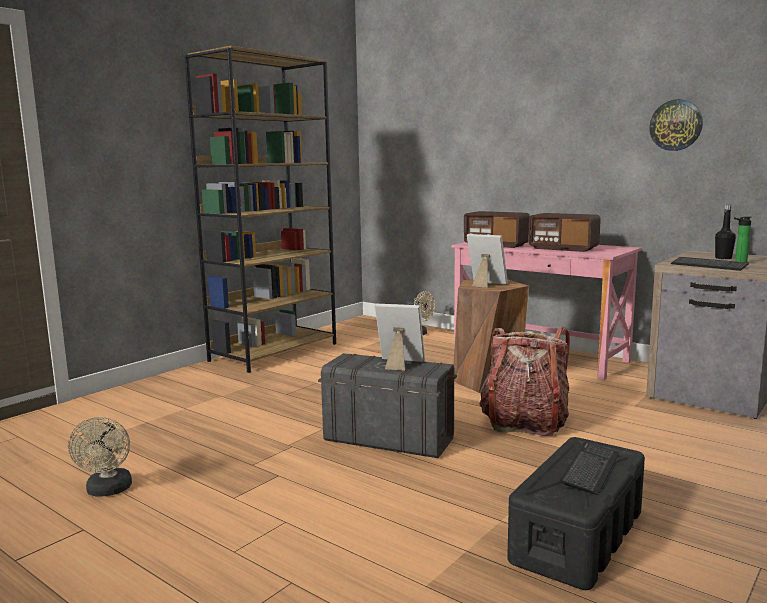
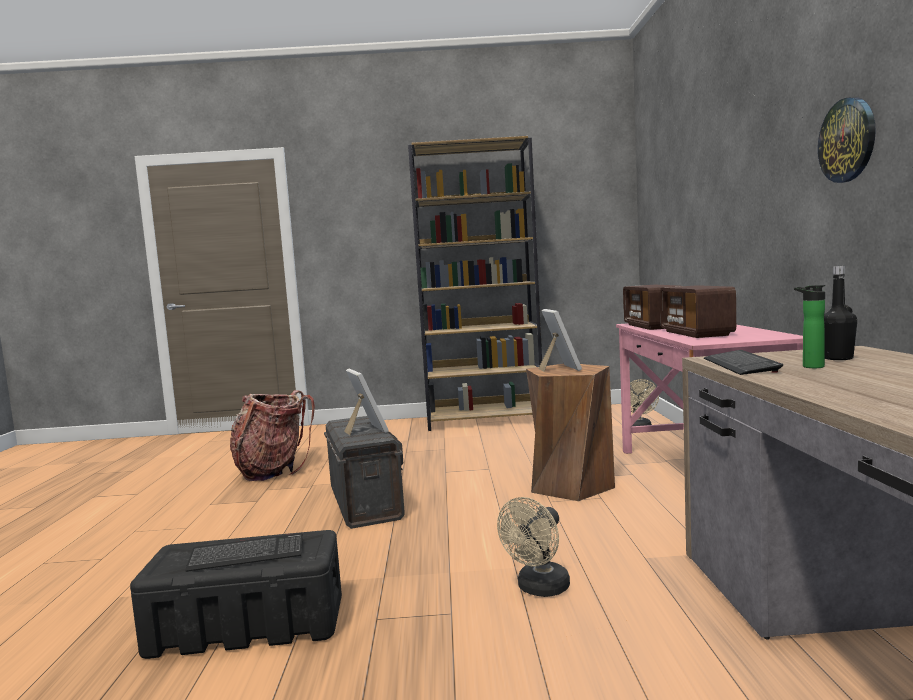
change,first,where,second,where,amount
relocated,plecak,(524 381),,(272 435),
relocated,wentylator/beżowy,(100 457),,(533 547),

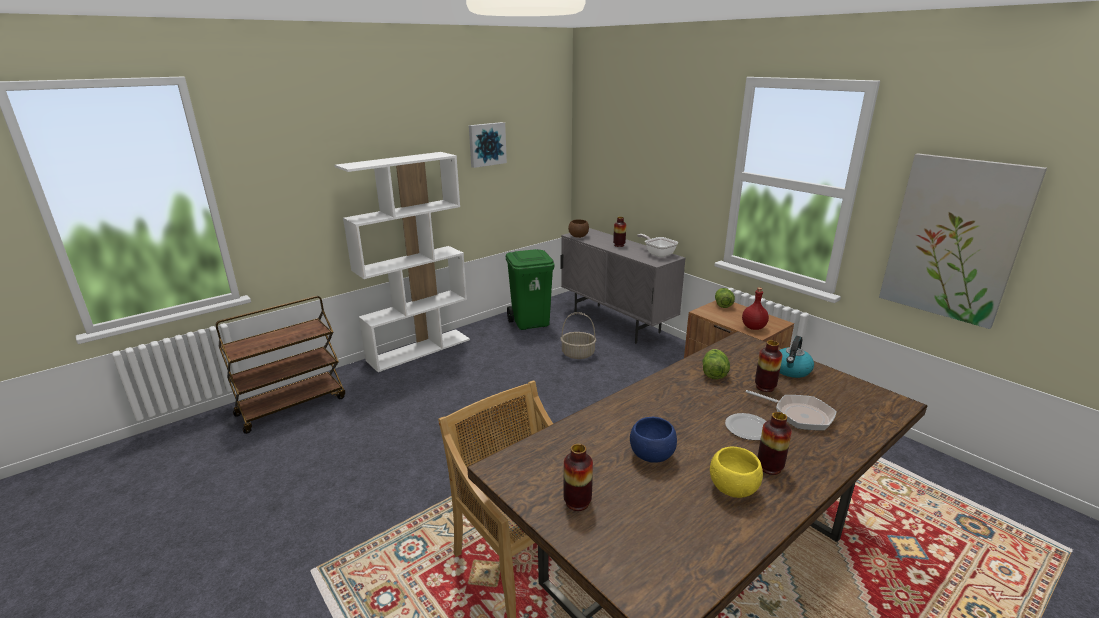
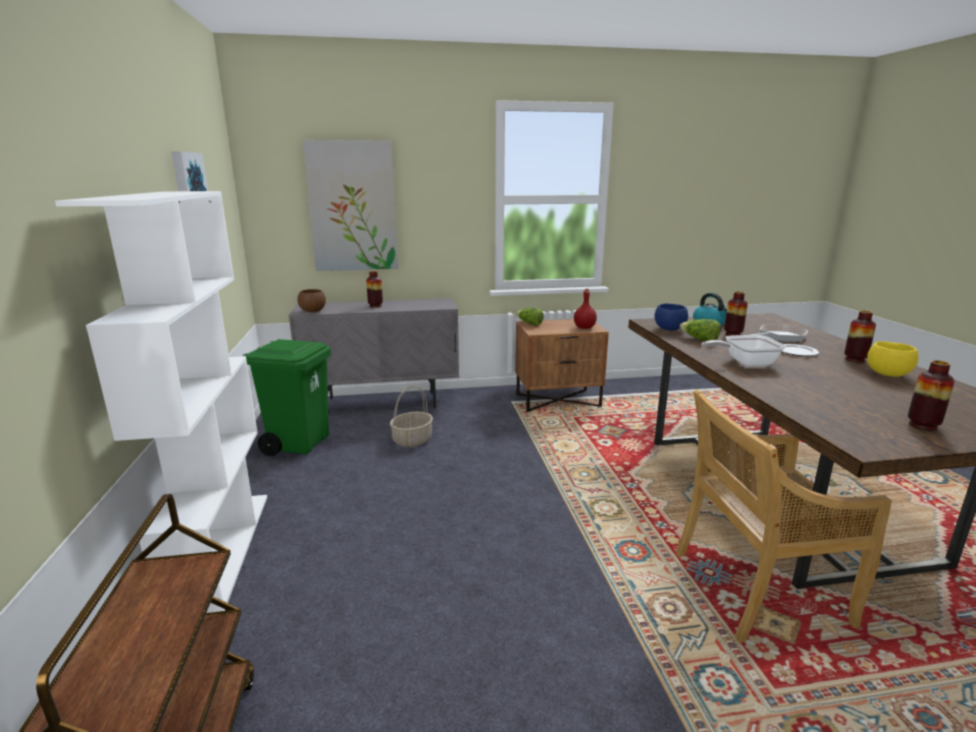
change,first,where,second,where,amount
relocated,obraz,(963 241),,(350 205),
relocated,miska/niebieski,(653 440),,(671 317),
relocated,patelnia,(658 245),,(743 351),

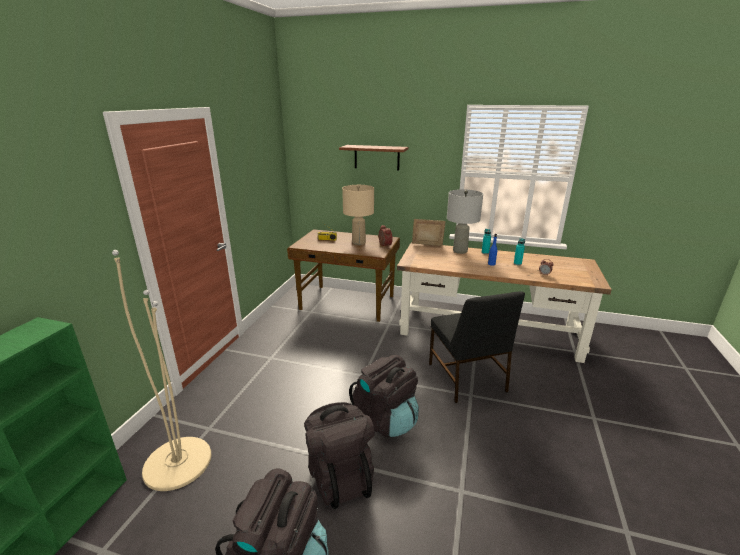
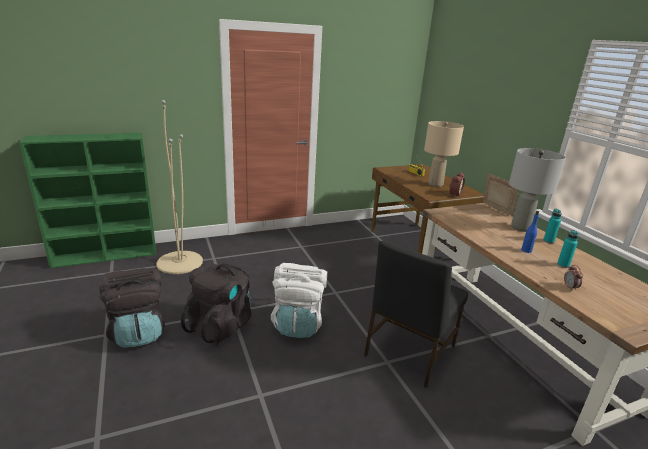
change,first,where,second,where,amount
colour,plecak/czarny,(384 396),plecak/biały,(299 300),
missing,półka/brązowy,(373 157),,,

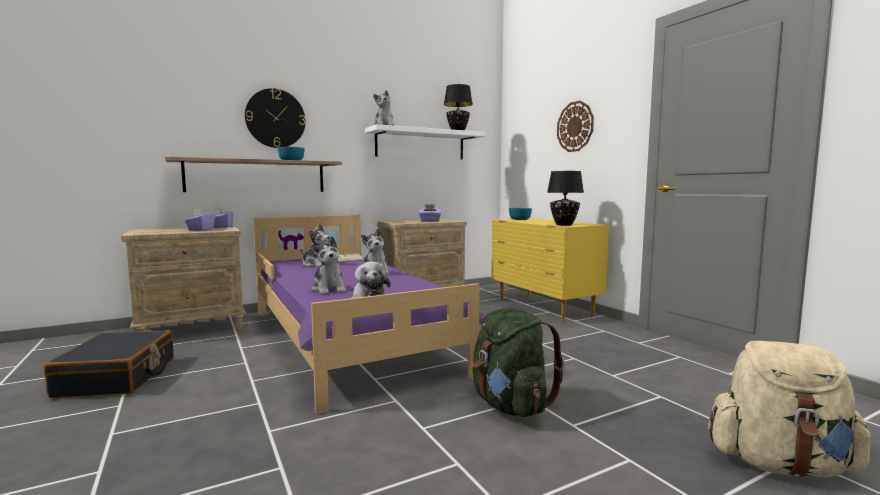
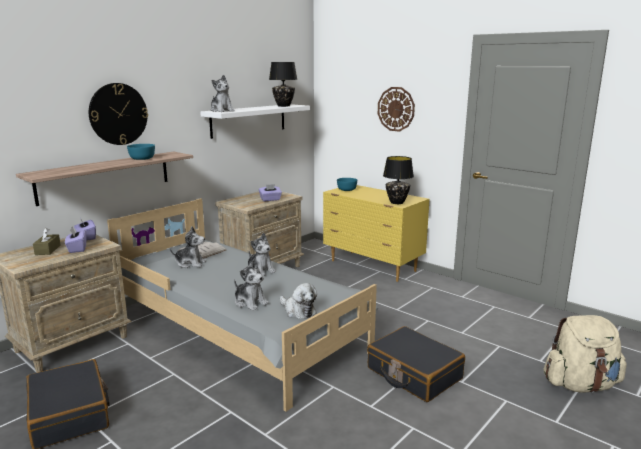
change,first,where,second,where,amount
appeared,,,pudełko chusteczek/brązowy,(47 241),
colour,łóżko/fioletowy,(369 314),łóżko/szary,(242 305),
exchanged,plecak/zielony,(519 362),walizka/czarny,(416 364),

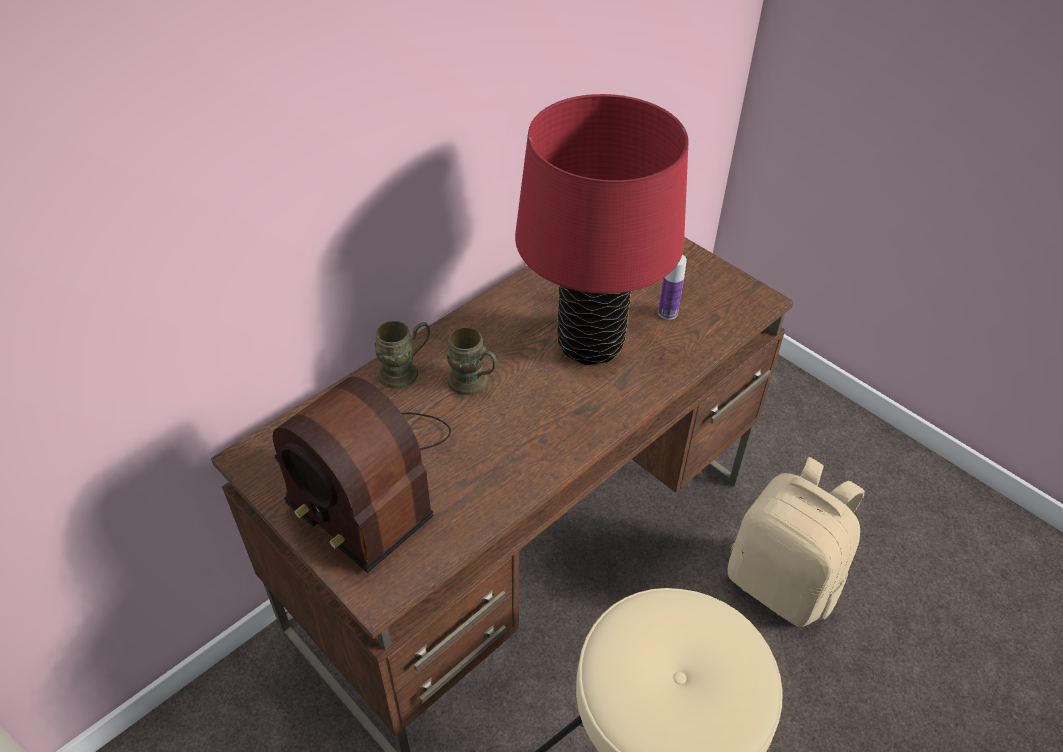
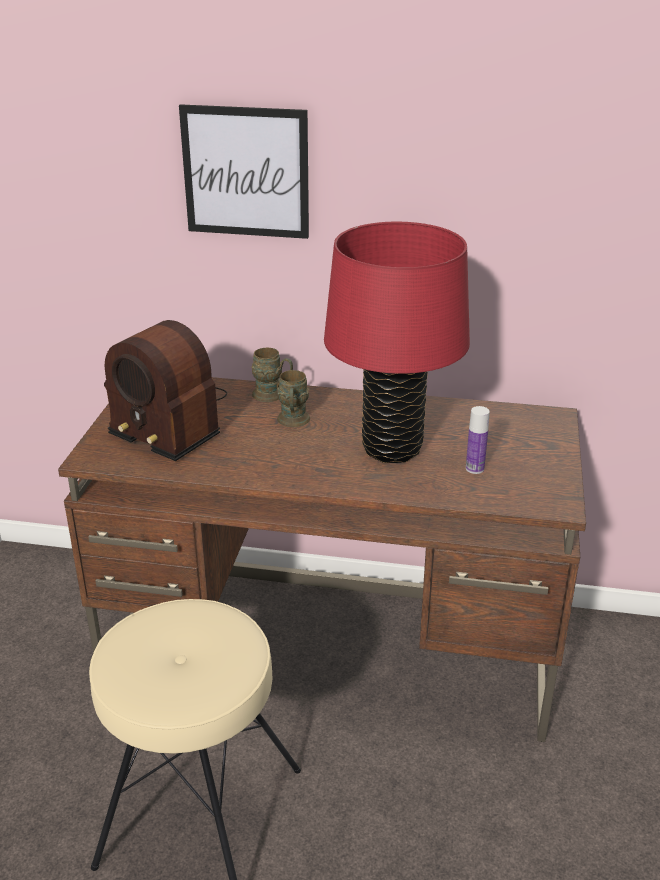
change,first,where,second,where,amount
spun,radio,(362 475),,(165 390),60 degrees counterclockwise
appeared,,,obraz,(244 171),
missing,plecak/beżowy,(796 542),,,

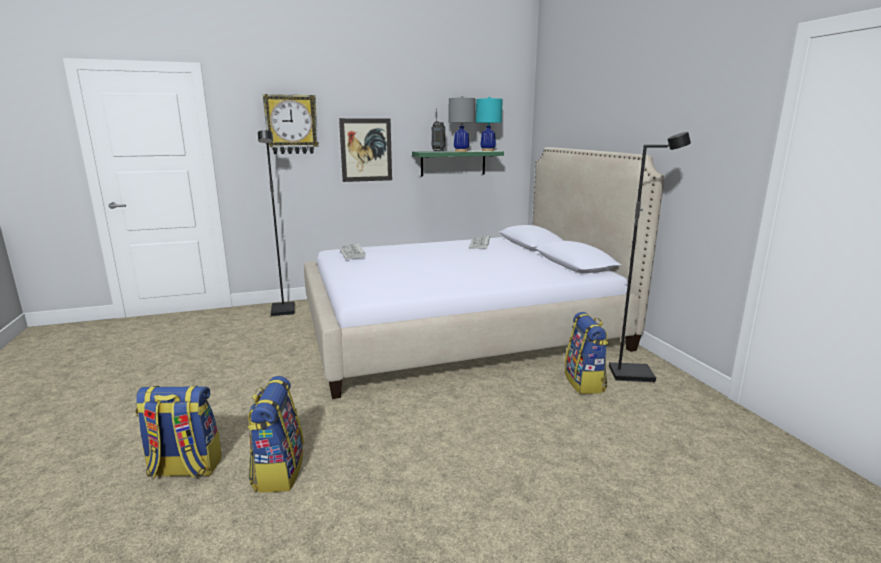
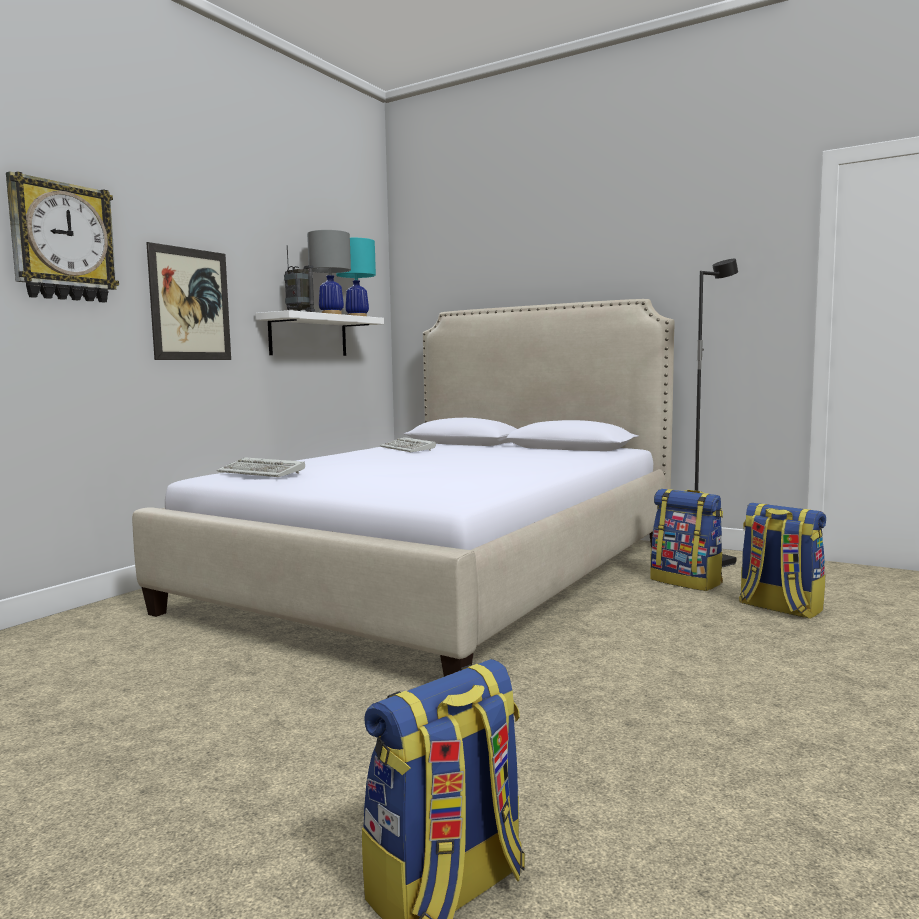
change,first,where,second,where,amount
colour,półka/zielony,(458 163),półka/biały,(320 333),
relocated,plecak,(276 434),,(782 561),
missing,lampa stojąca/czarny,(276 223),,,

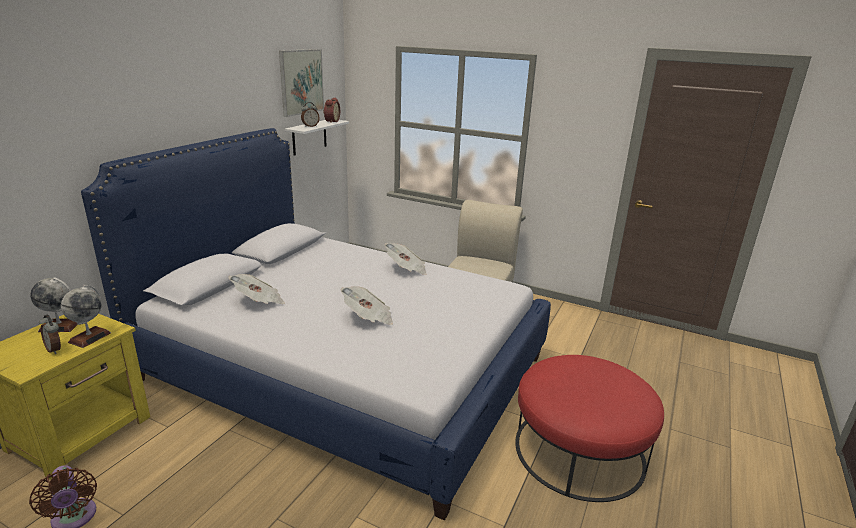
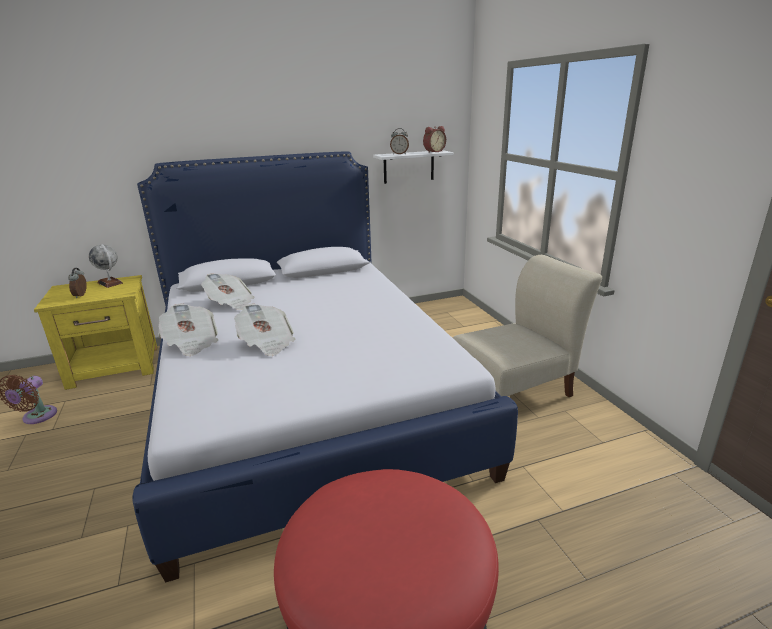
change,first,where,second,where,amount
relocated,gazeta,(406 259),,(188 329),
missing,globus,(86 316),,,
missing,obraz,(301 83),,,

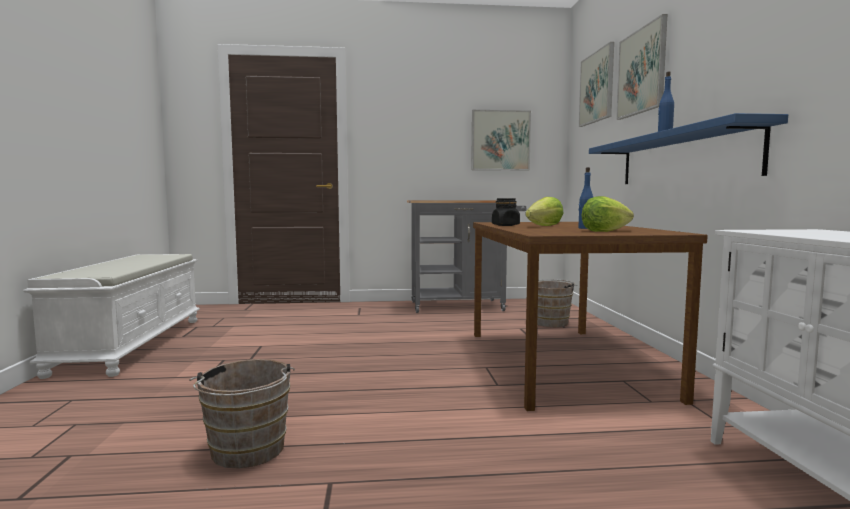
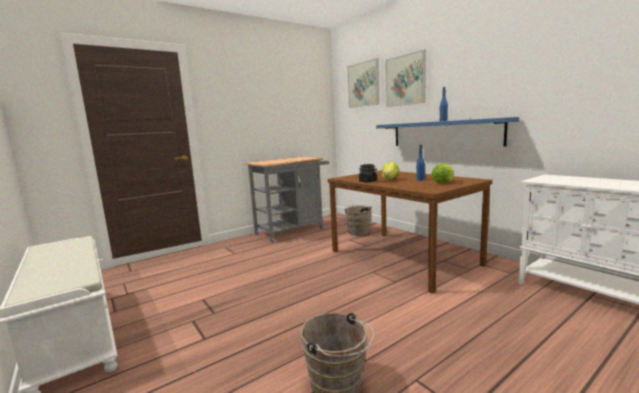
change,first,where,second,where,amount
missing,obraz,(501 140),,,

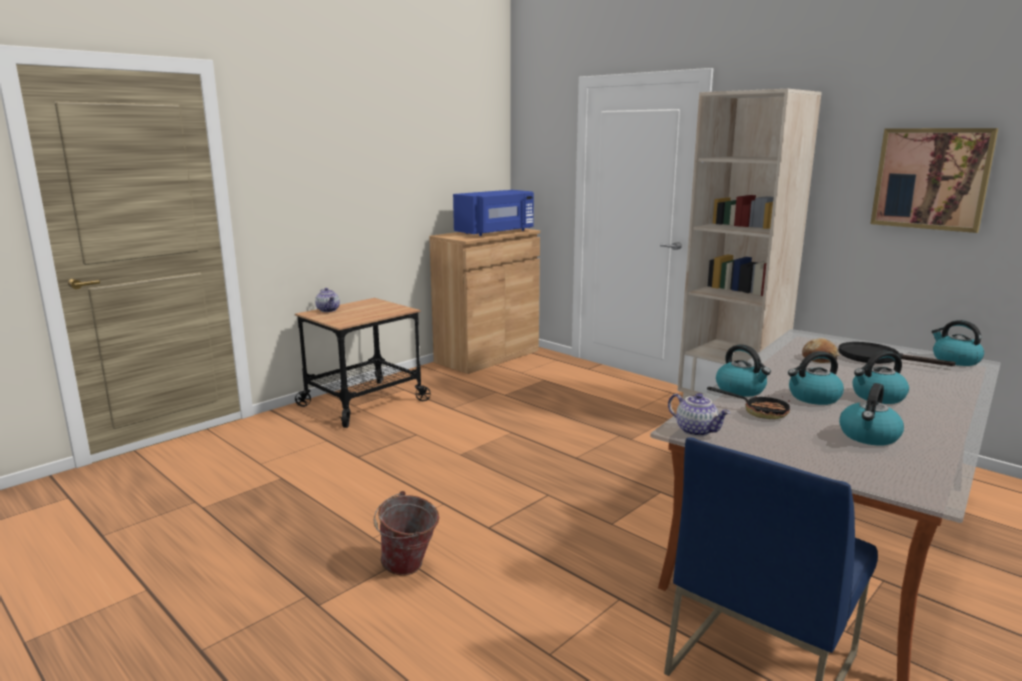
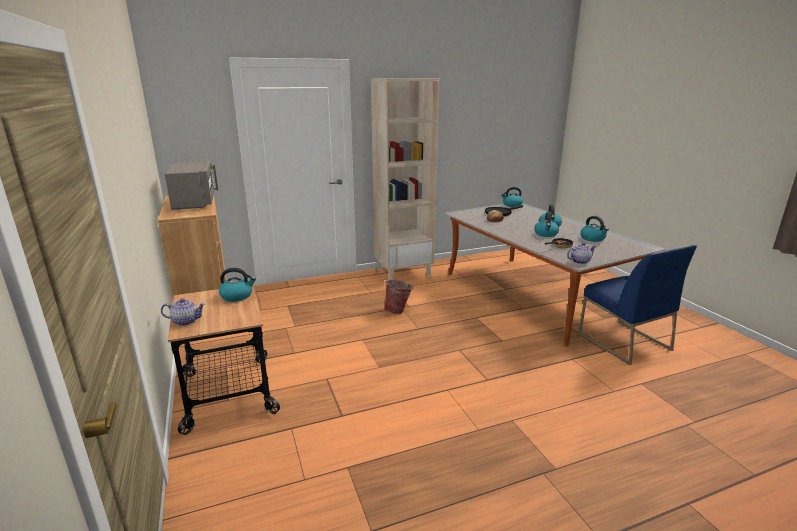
change,first,where,second,where,amount
colour,mikrofalówka/niebieski,(493 213),mikrofalówka/szary,(191 185),
relocated,czajnik,(743 370),,(237 285),
relocated,wiadro,(406 533),,(399 297),
missing,obraz,(934 180),,,

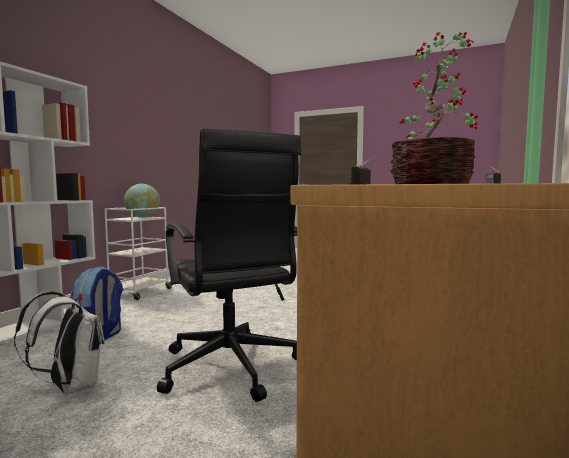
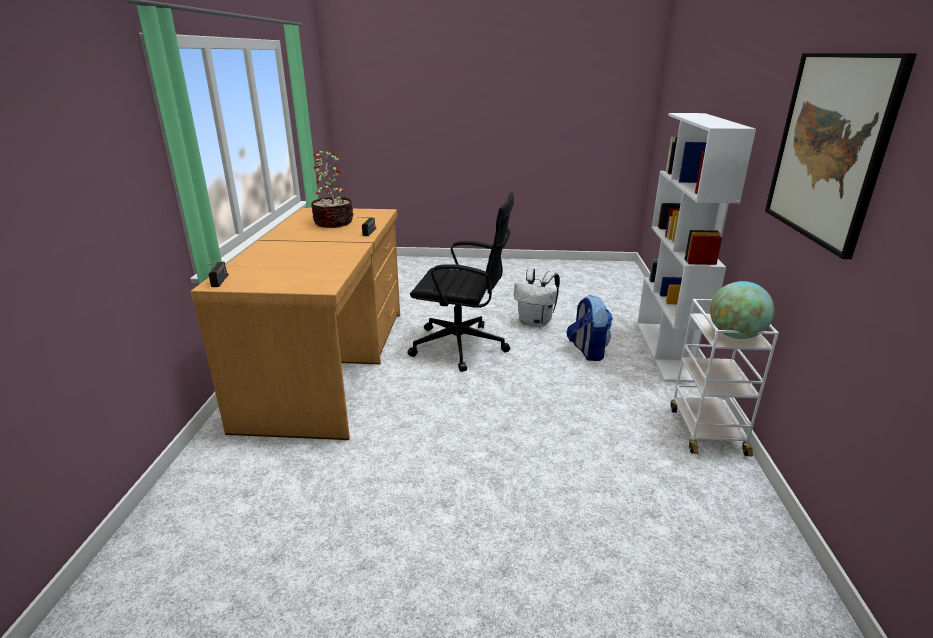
change,first,where,second,where,amount
spun,krzesło biurowe/czarny,(229 265),,(460 282),150 degrees clockwise
appeared,,,obraz,(841 156),

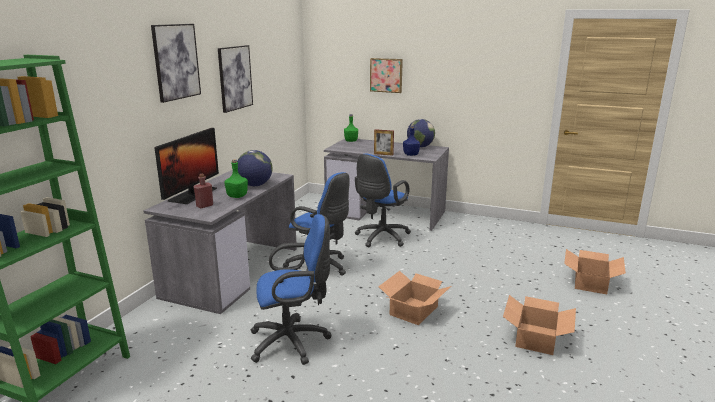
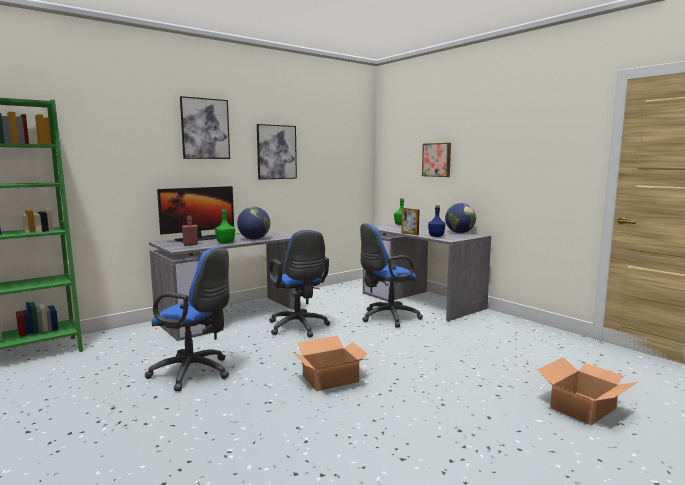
change,first,where,second,where,amount
missing,karton,(539 325),,,

